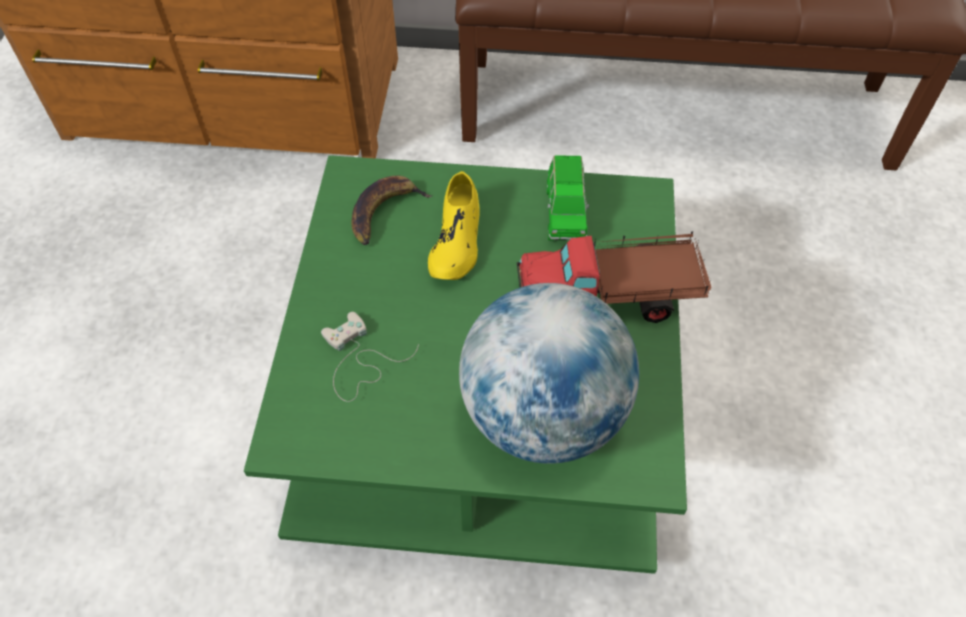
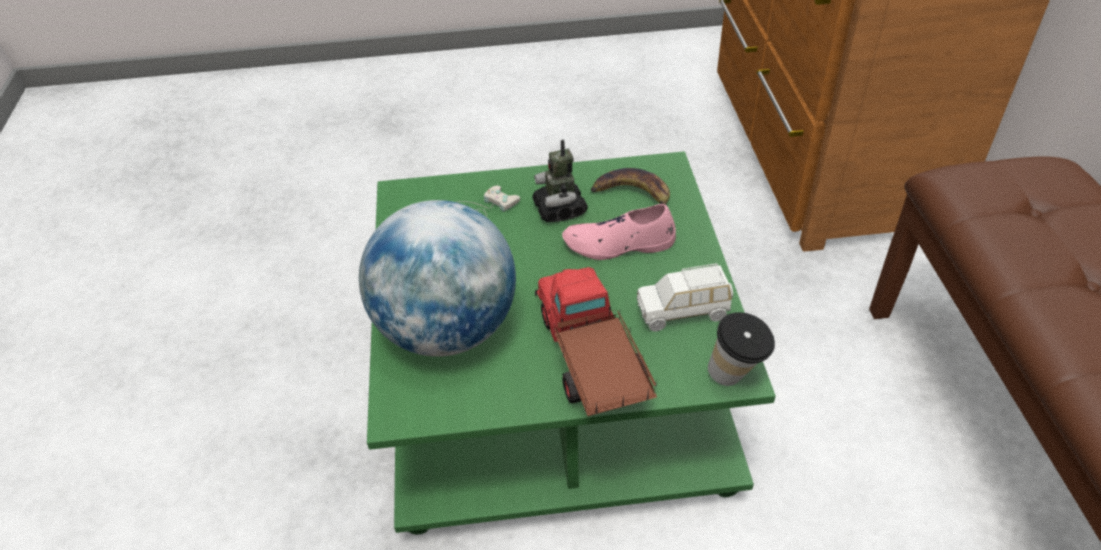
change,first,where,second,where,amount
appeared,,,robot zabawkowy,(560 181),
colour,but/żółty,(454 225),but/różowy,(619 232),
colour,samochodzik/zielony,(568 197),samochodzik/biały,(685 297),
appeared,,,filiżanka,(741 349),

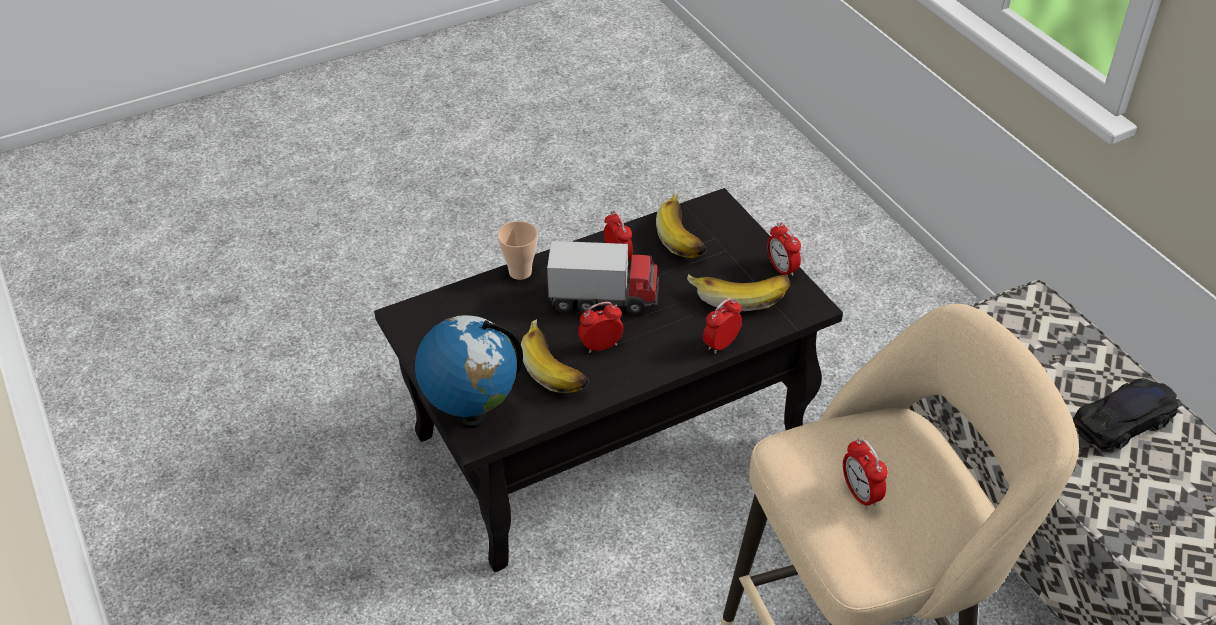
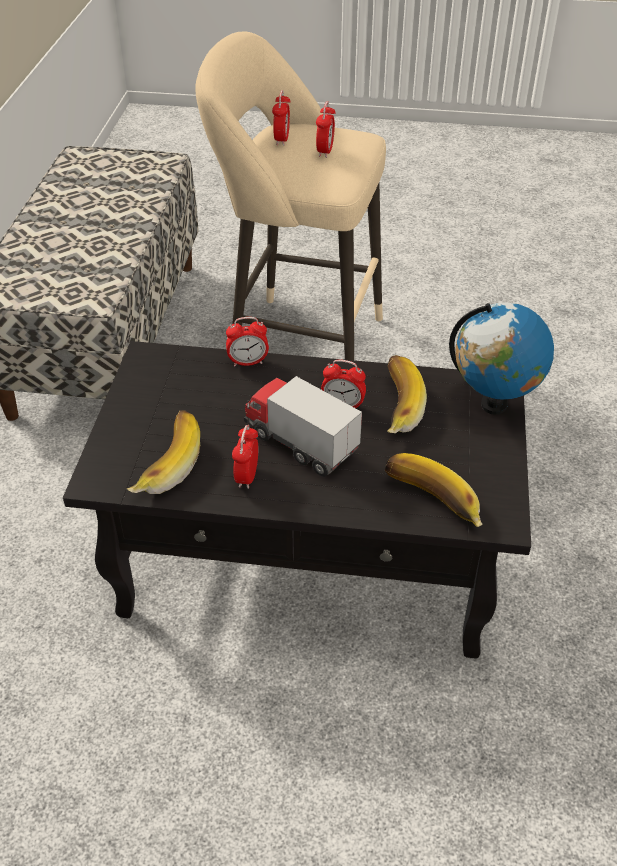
change,first,where,second,where,amount
relocated,budzik,(784 249),,(281 118),
relocated,banan,(738 292),,(434 490),
missing,filiżanka,(517 250),,,
missing,samochodzik/czarny,(1126 413),,,

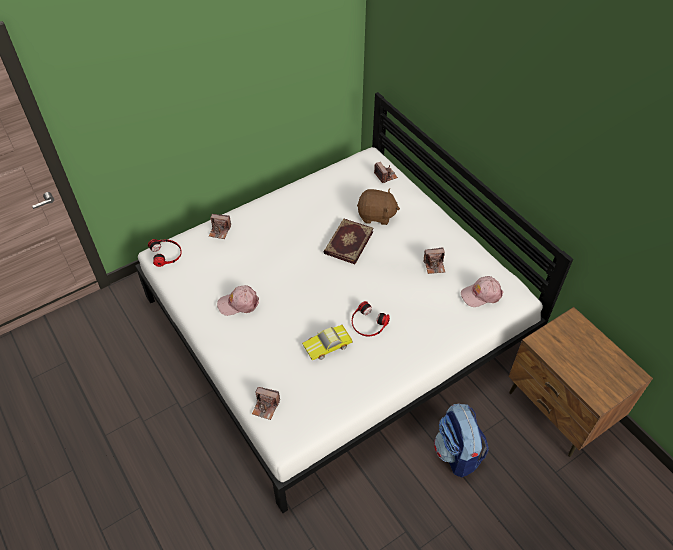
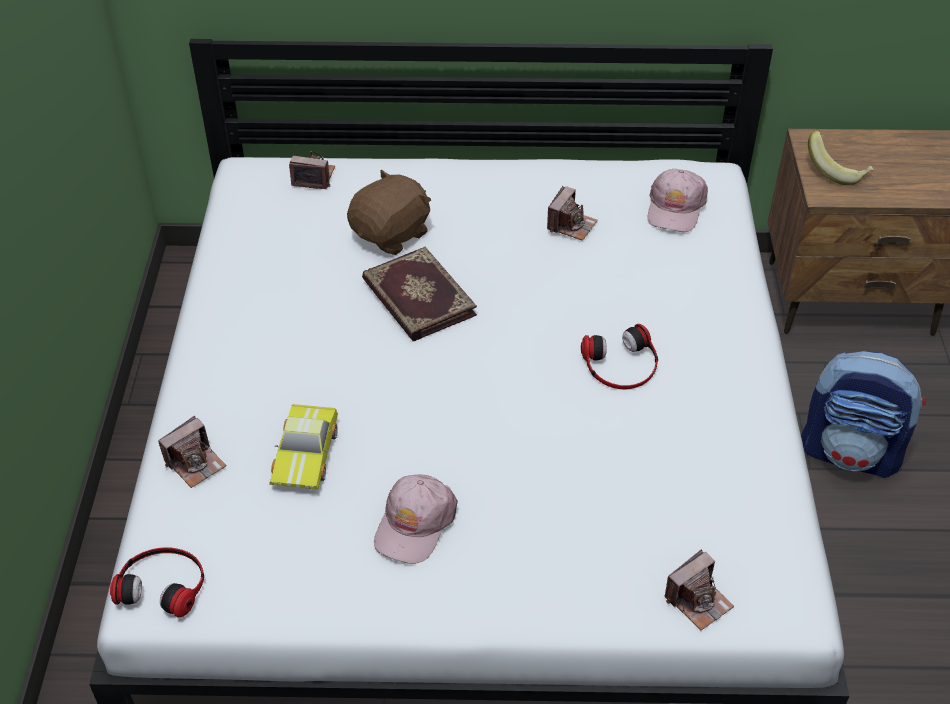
change,first,where,second,where,amount
relocated,samochodzik,(327 342),,(303 446),
appeared,,,banan,(841 158),

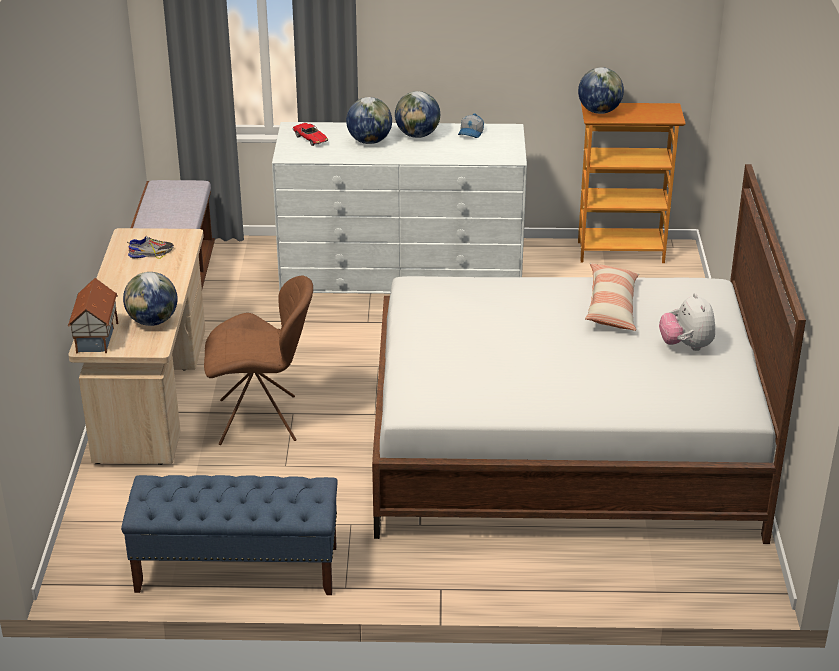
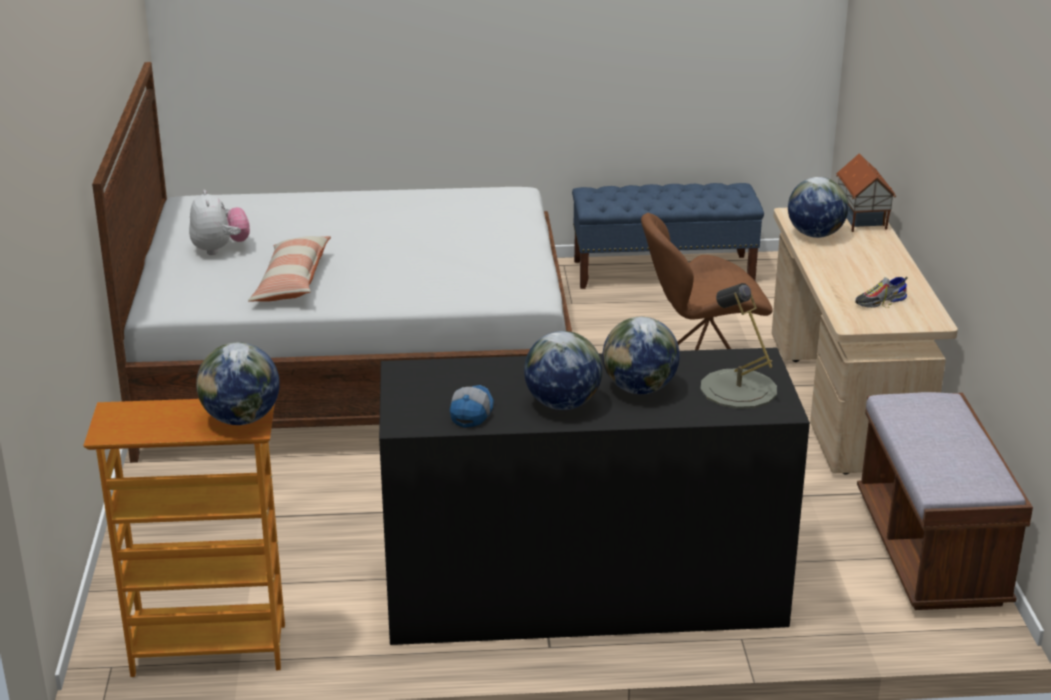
change,first,where,second,where,amount
colour,komoda/biały,(399 208),komoda/czarny,(594 496),
exchanged,samochodzik,(310 134),lampa stołowa/szary,(738 346),

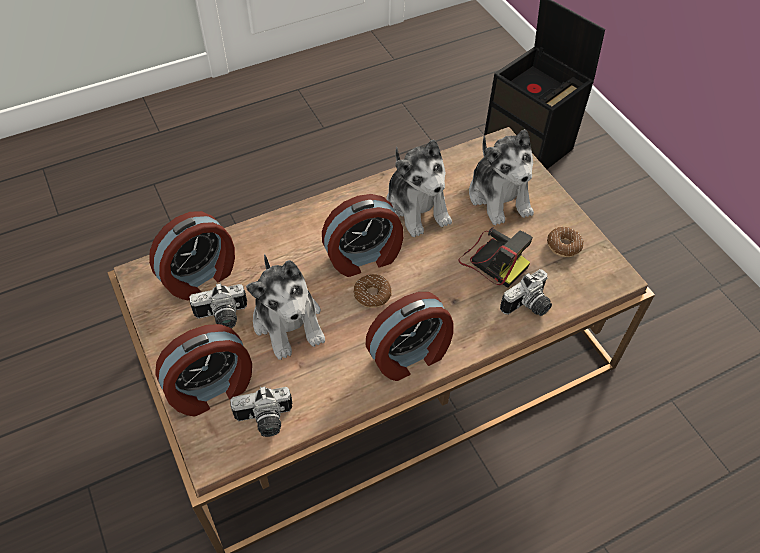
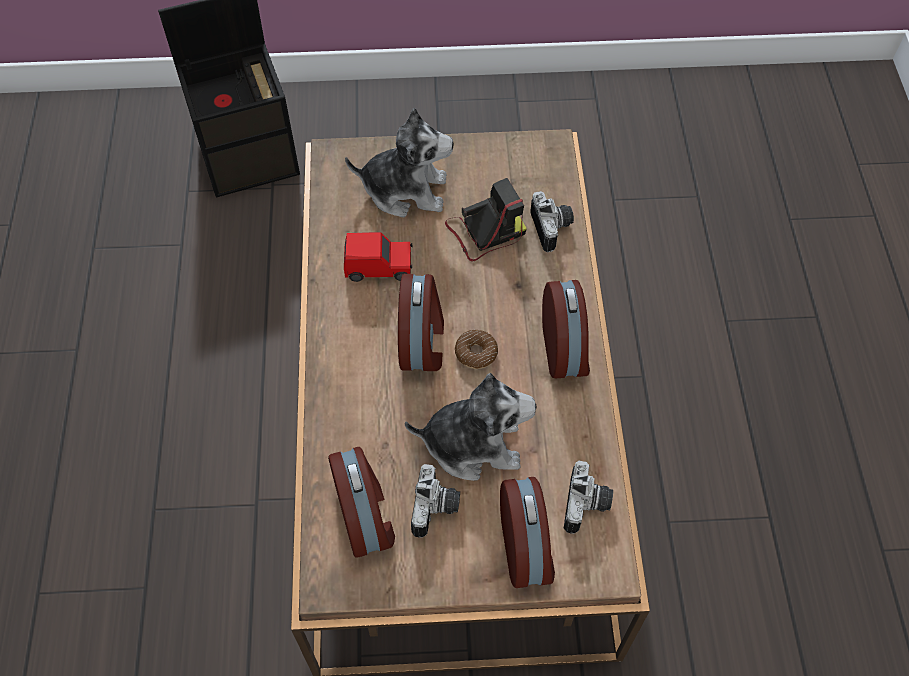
change,first,where,second,where,amount
exchanged,pluszak,(419 188),samochodzik/czerwony,(378 257),
missing,donut,(565 242),,,

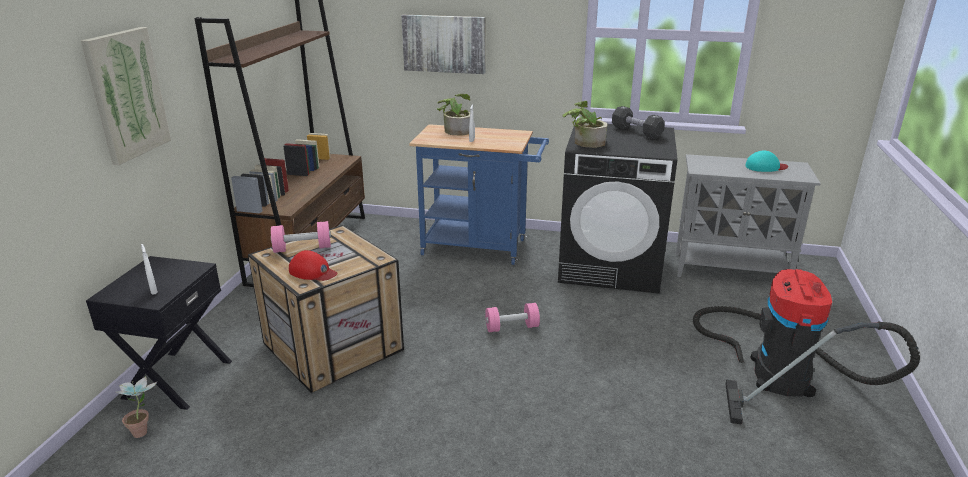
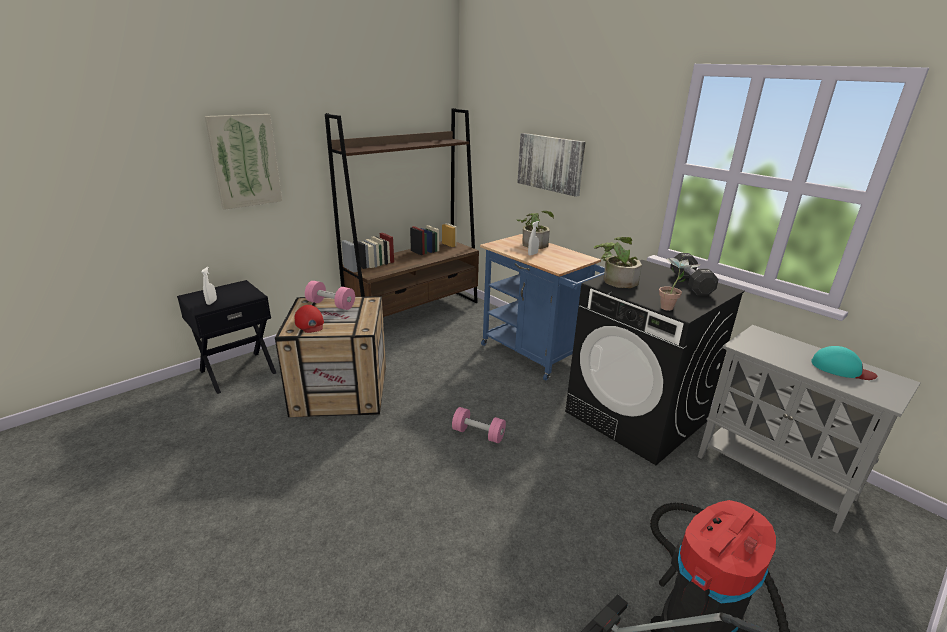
change,first,where,second,where,amount
relocated,roślina doniczkowa,(136 407),,(679 284),

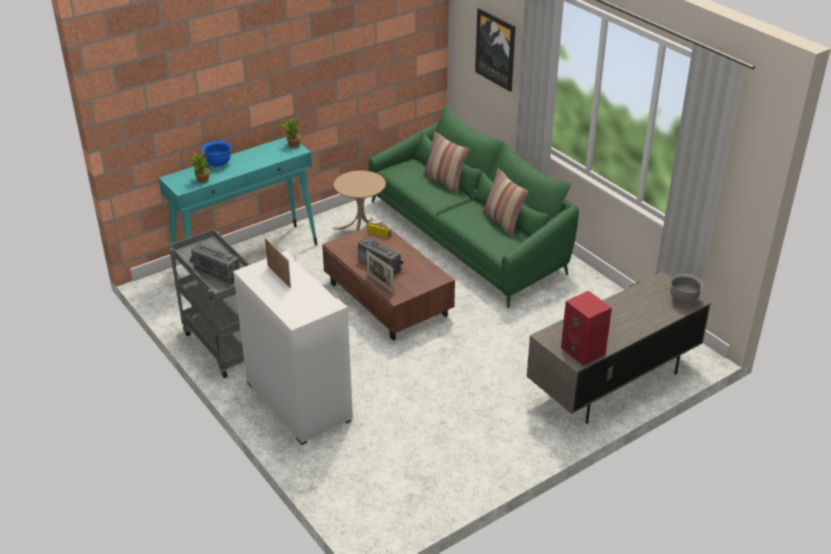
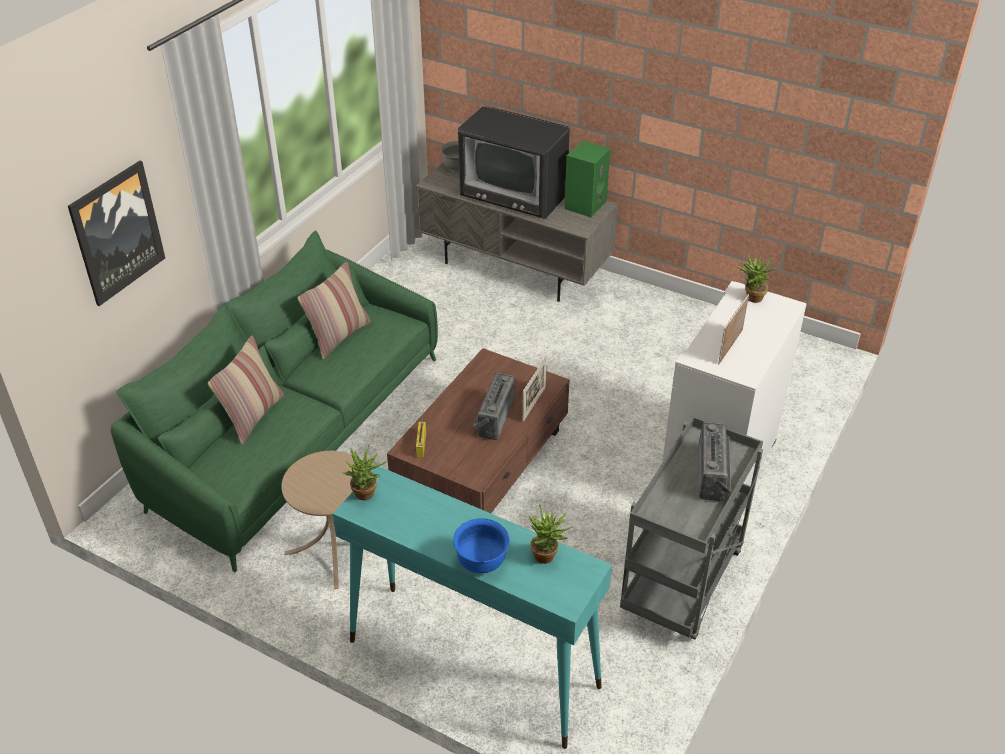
change,first,where,second,where,amount
appeared,,,telewizor,(514 162),
colour,głośnik/czerwony,(586 328),głośnik/zielony,(587 179),
appeared,,,roślina doniczkowa,(756 278),

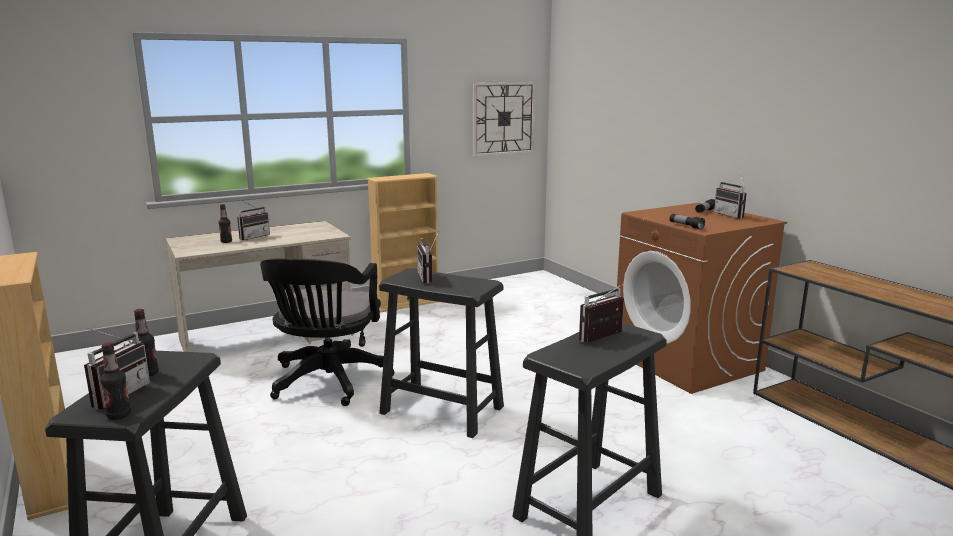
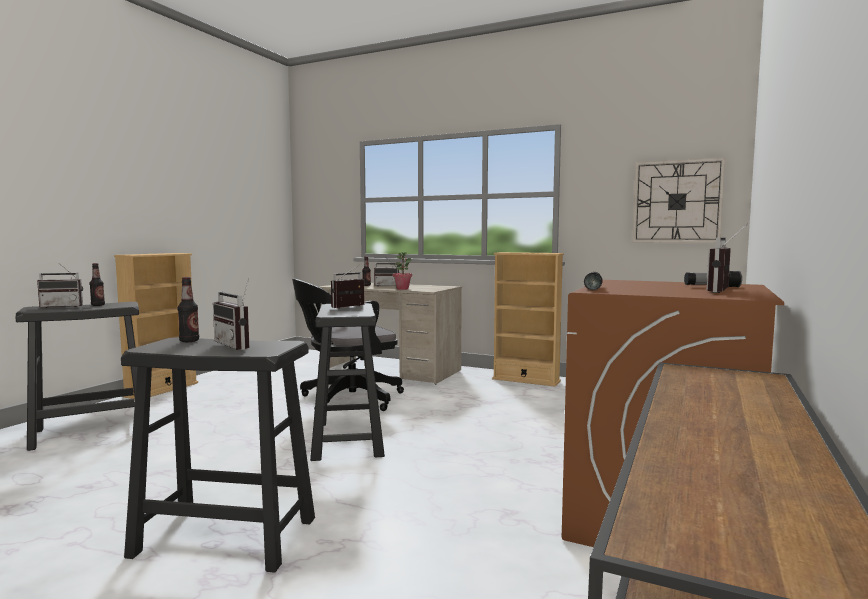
change,first,where,second,where,amount
relocated,butelka,(115 381),,(188 309),
spun,radio,(601 313),,(231 314),150 degrees counterclockwise
appeared,,,roślina doniczkowa,(402 271),

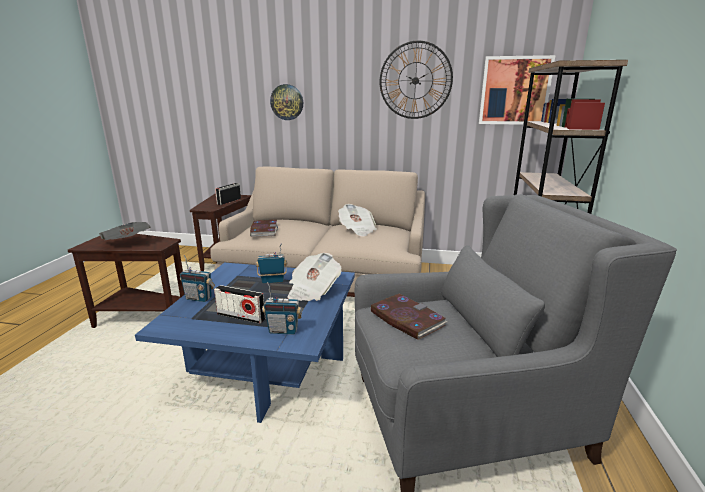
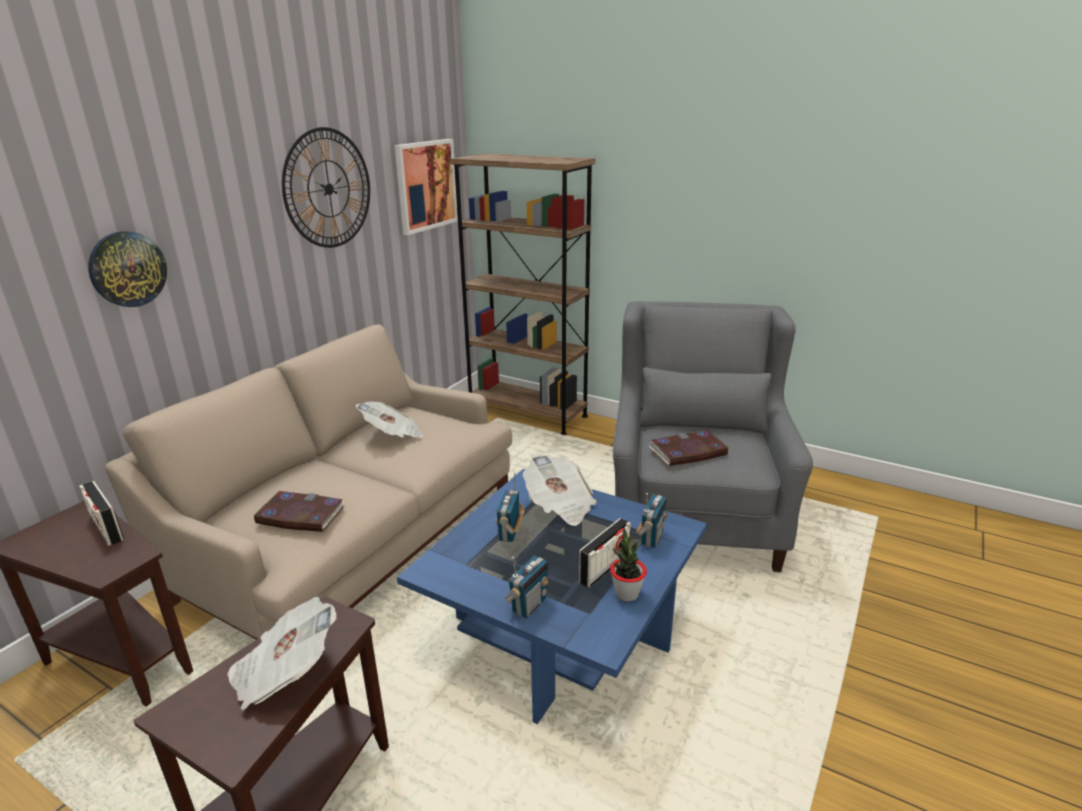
change,first,where,second,where,amount
appeared,,,roślina doniczkowa,(628 564),

